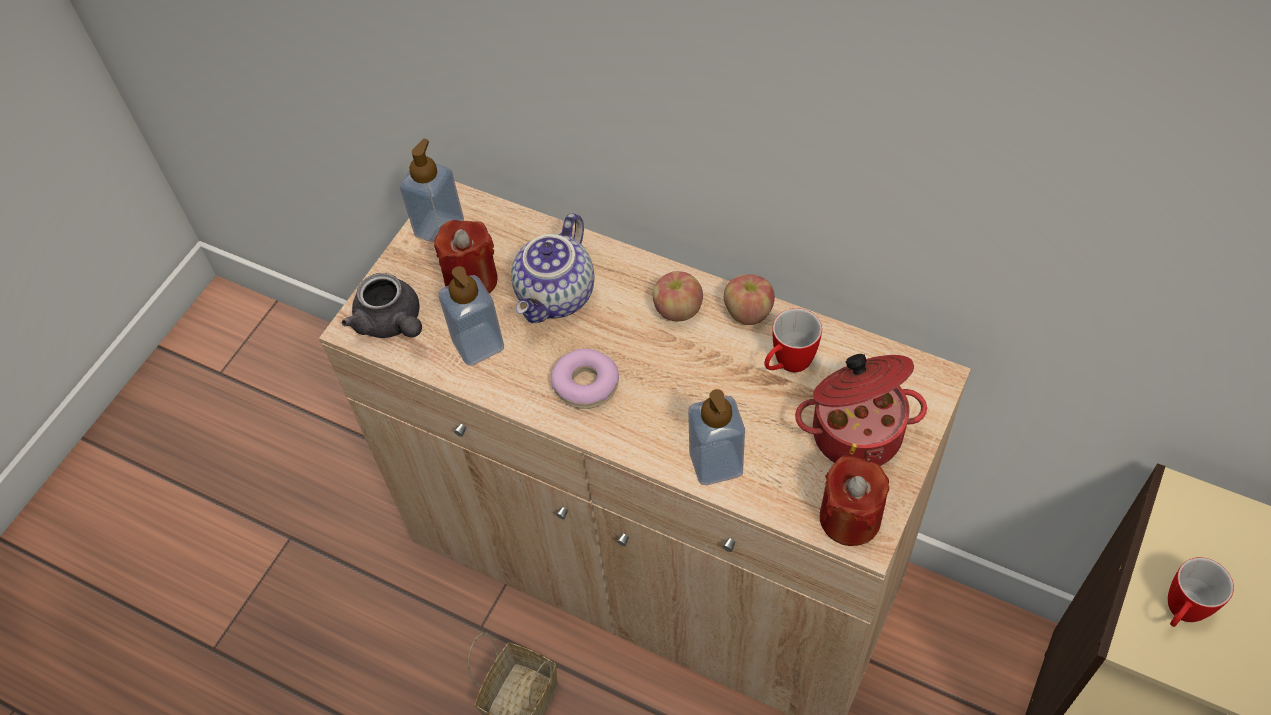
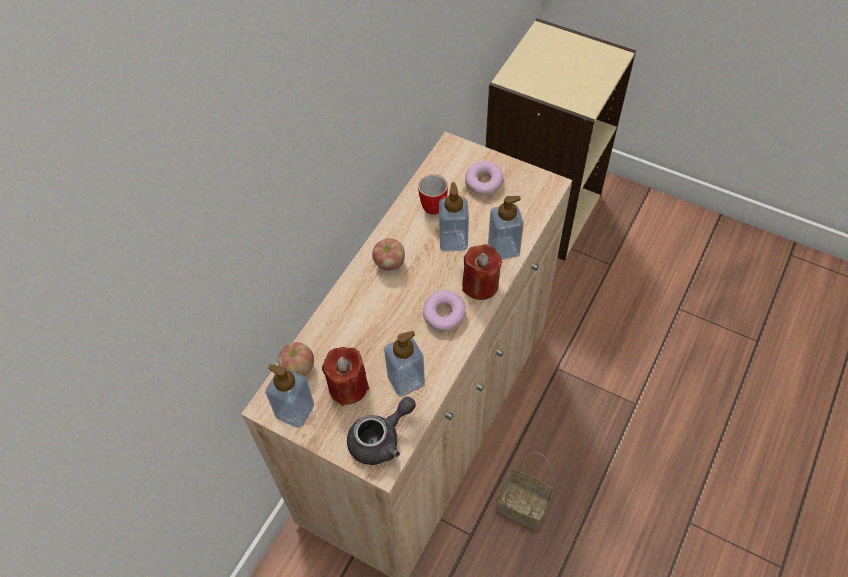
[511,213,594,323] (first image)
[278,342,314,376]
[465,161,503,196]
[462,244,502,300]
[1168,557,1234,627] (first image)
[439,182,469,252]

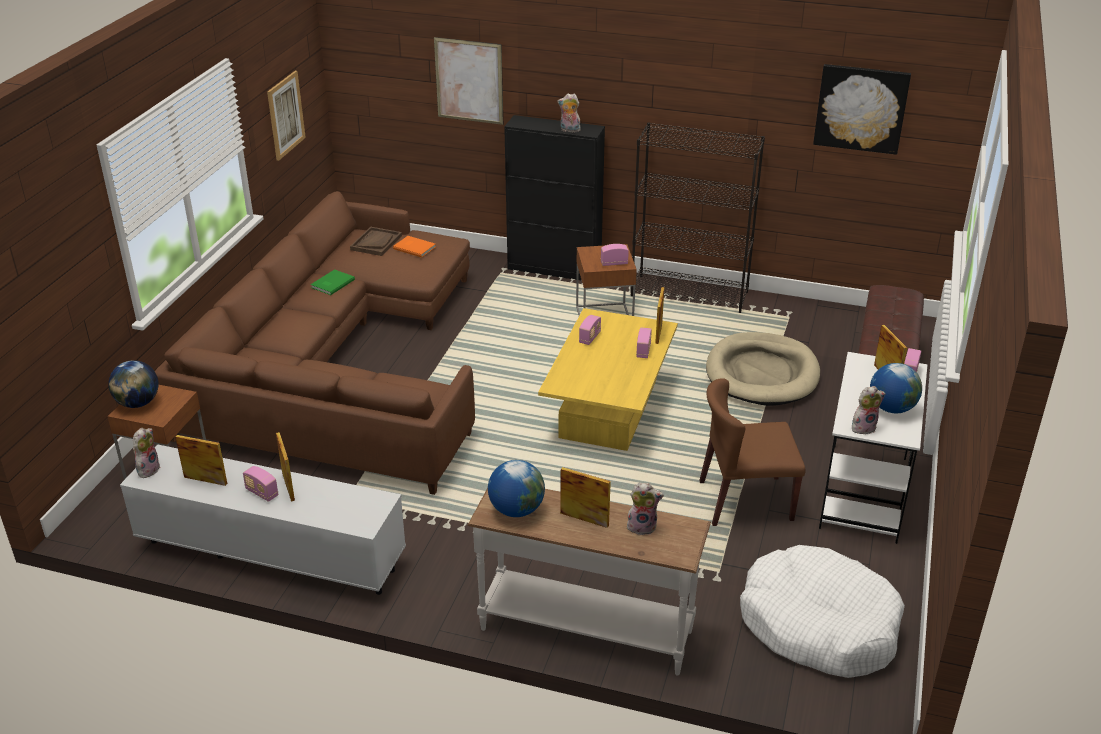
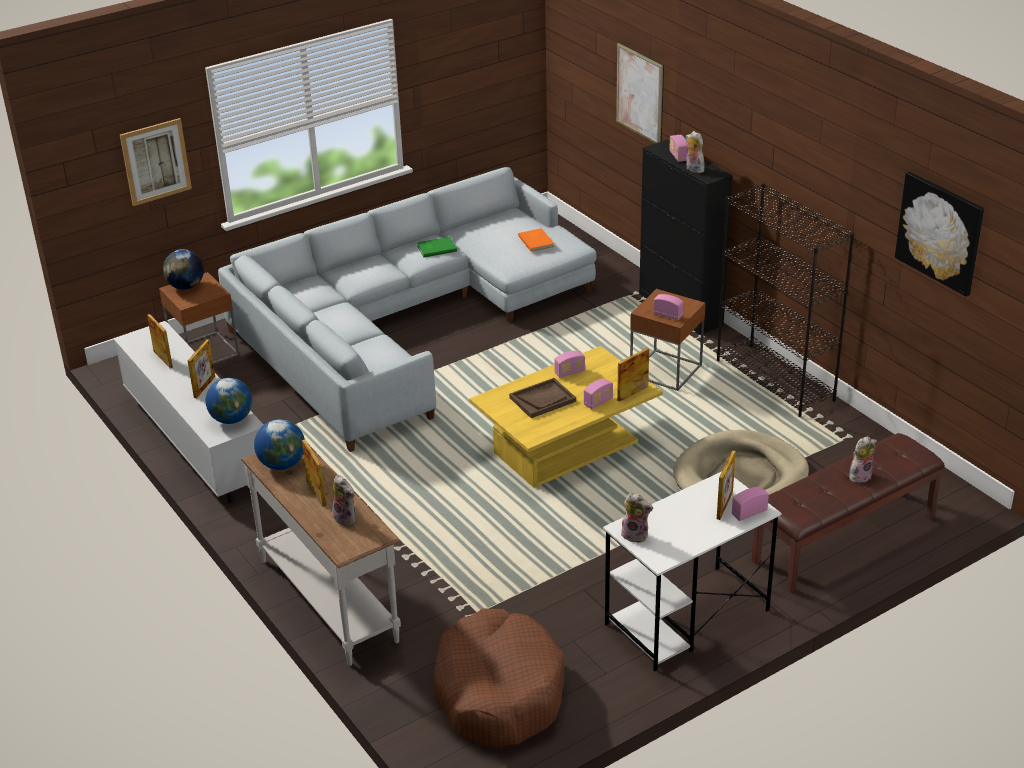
[849,436,877,483]
[218,167,596,452]
[669,135,687,162]
[120,118,192,206]
[509,378,576,418]
[699,378,806,526] (first image)
[432,608,565,748]
[206,378,252,424]

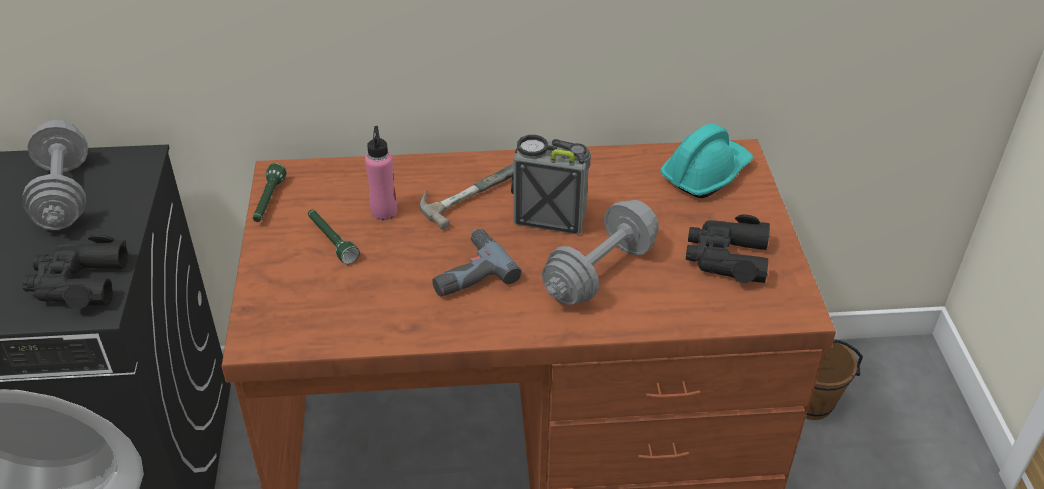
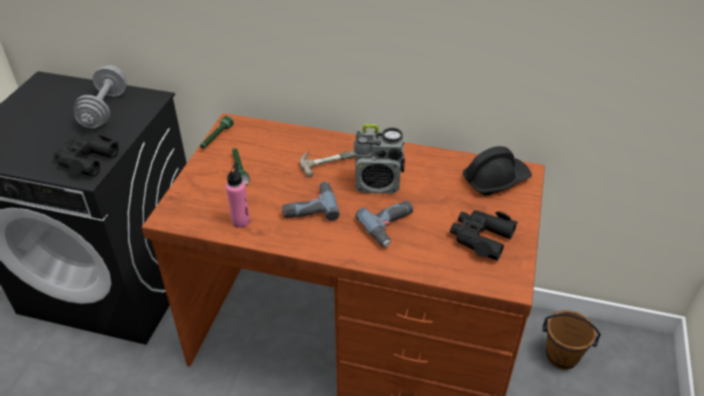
[226,163,250,228]
[354,124,405,194]
[355,201,413,247]
[463,146,532,195]

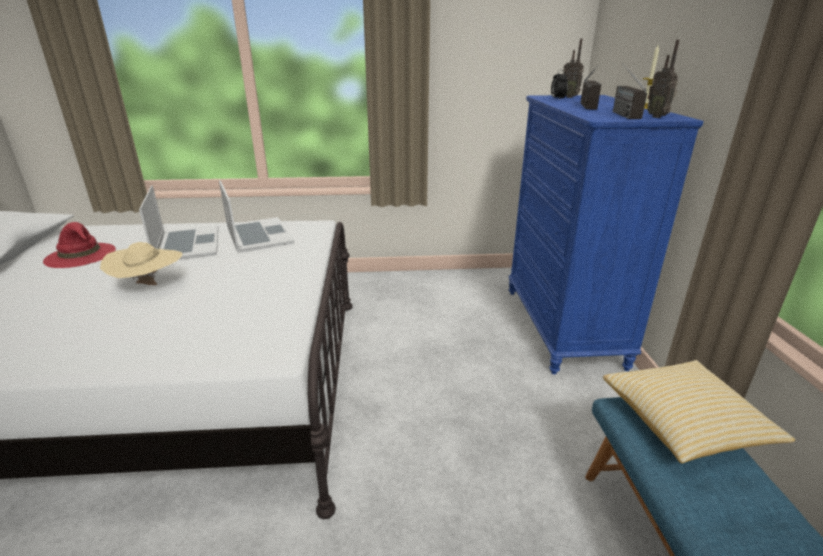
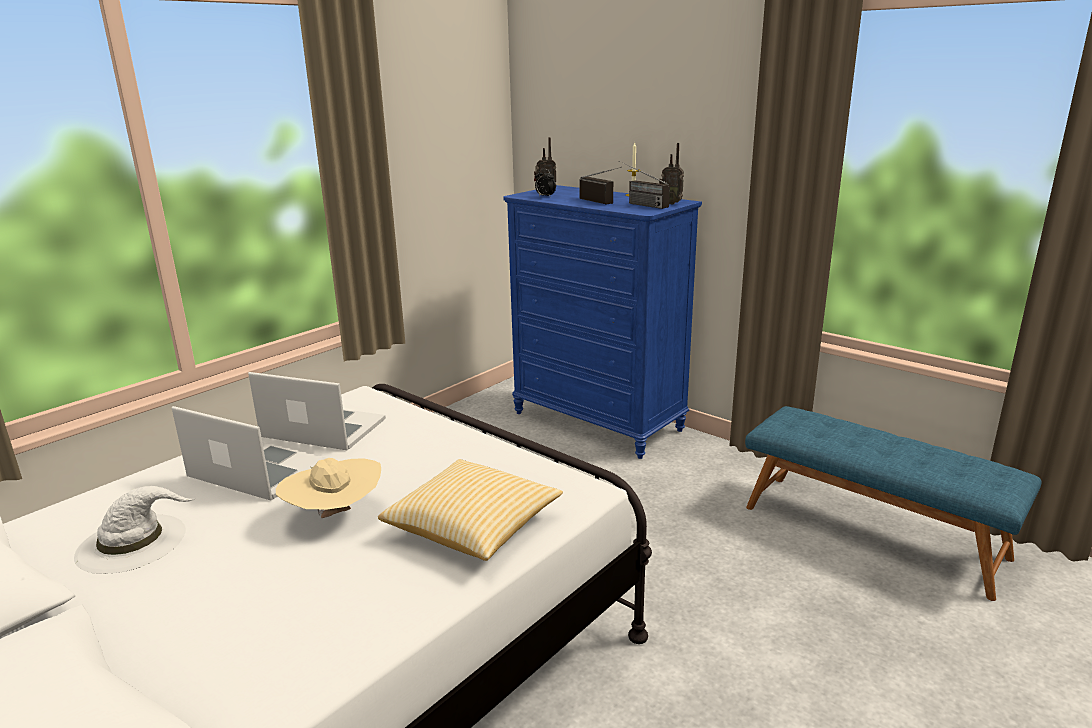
[74,486,196,574]
[378,459,563,561]

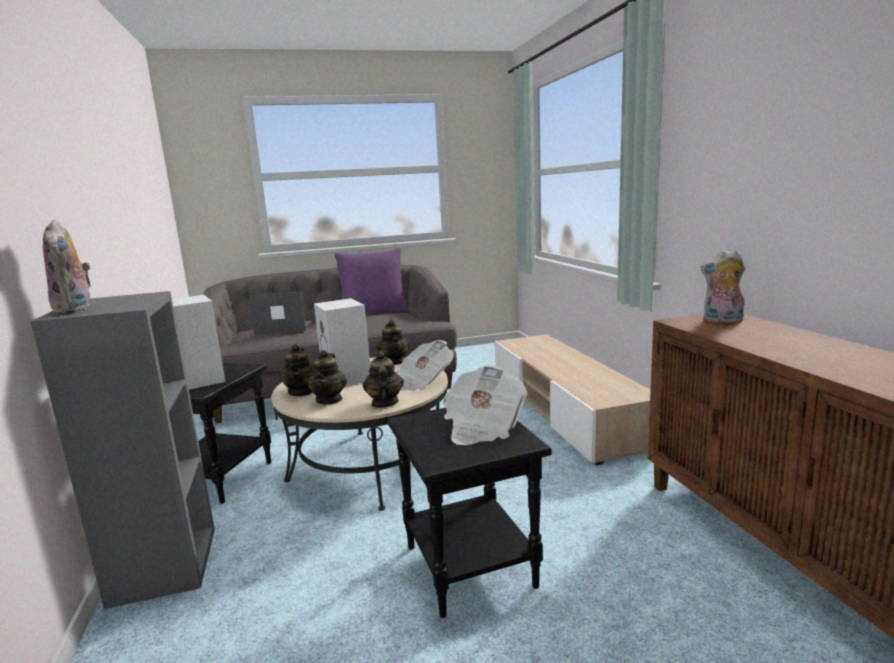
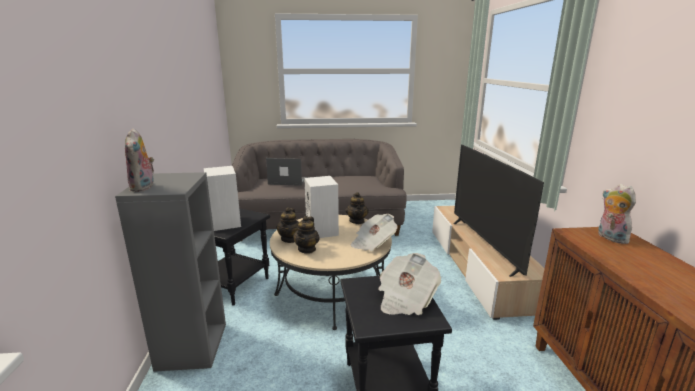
[335,248,409,314] (first image)
[363,351,404,408] (first image)
[598,184,636,244]
[453,145,544,277]

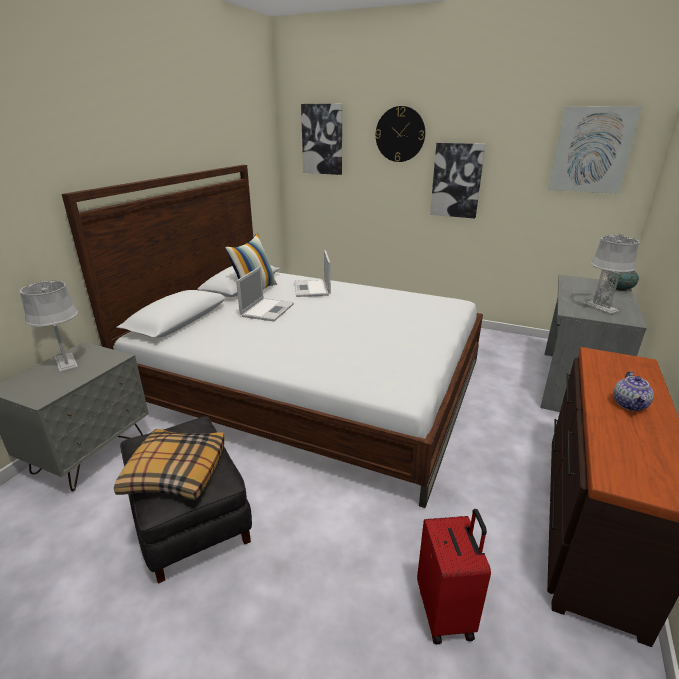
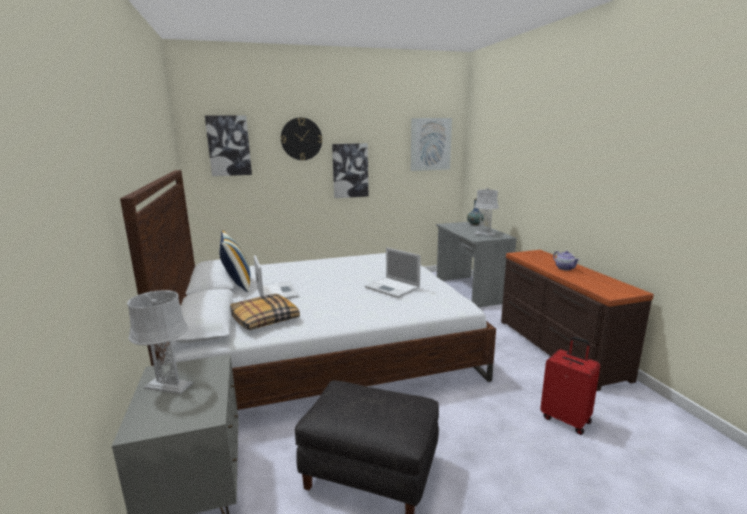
[230,294,300,330]
[365,248,421,298]

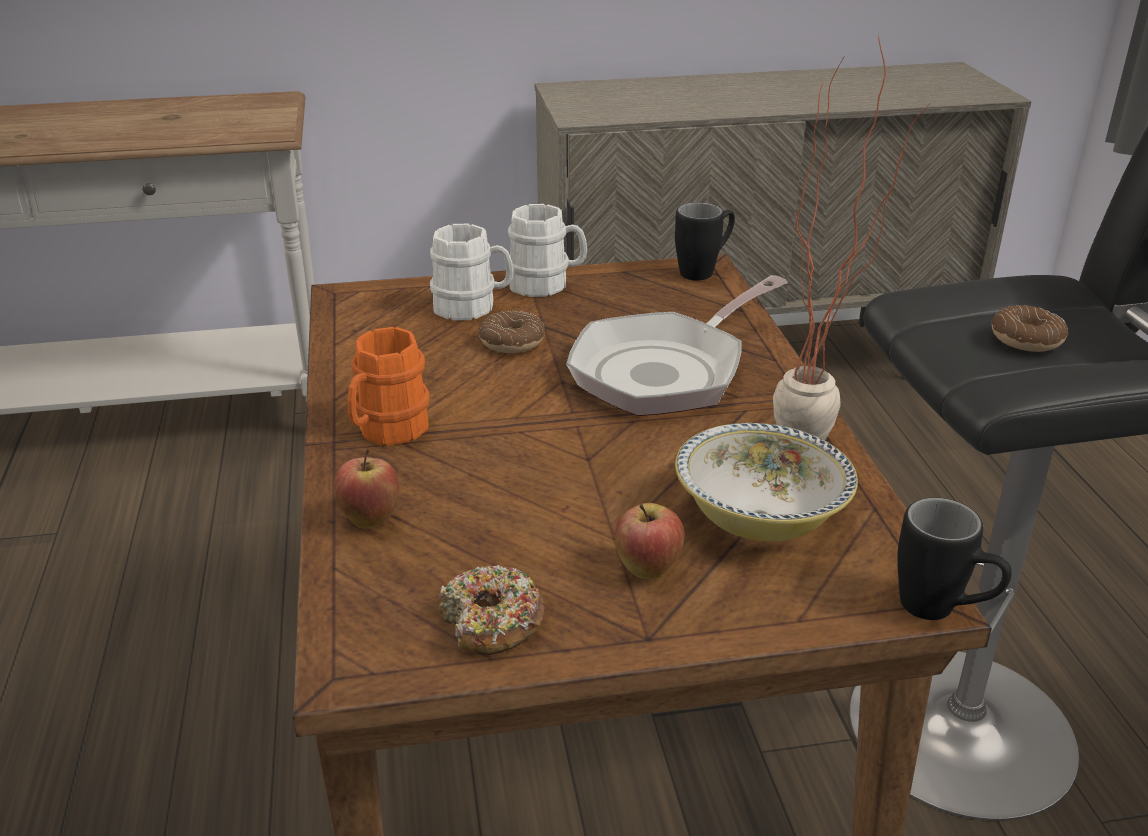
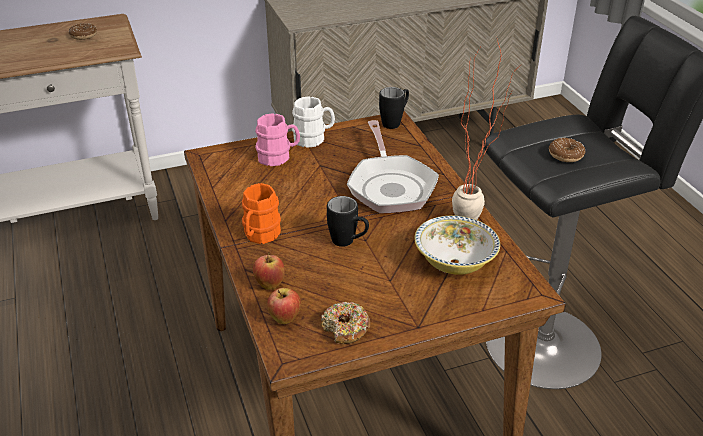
[255,113,300,166]
[69,23,97,40]
[347,120,439,213]
[267,287,301,324]
[327,196,369,247]

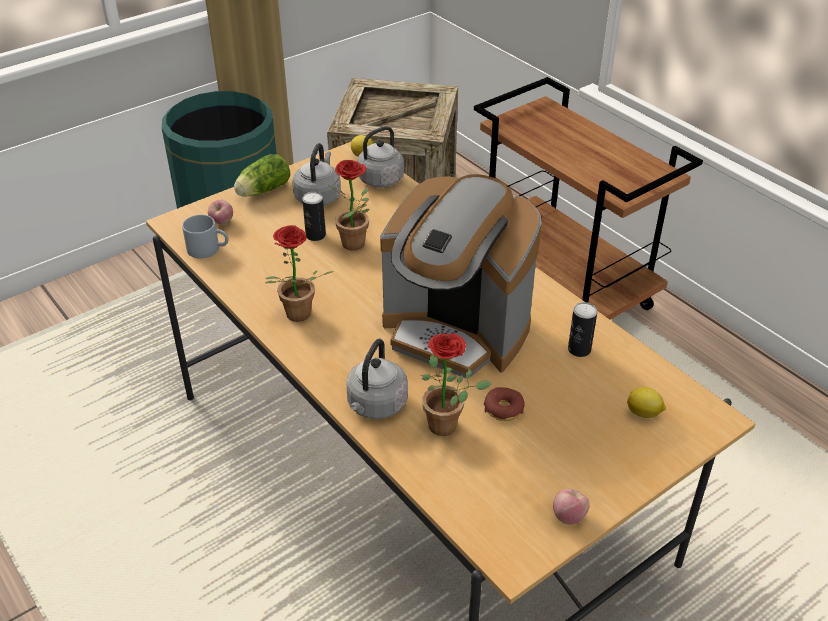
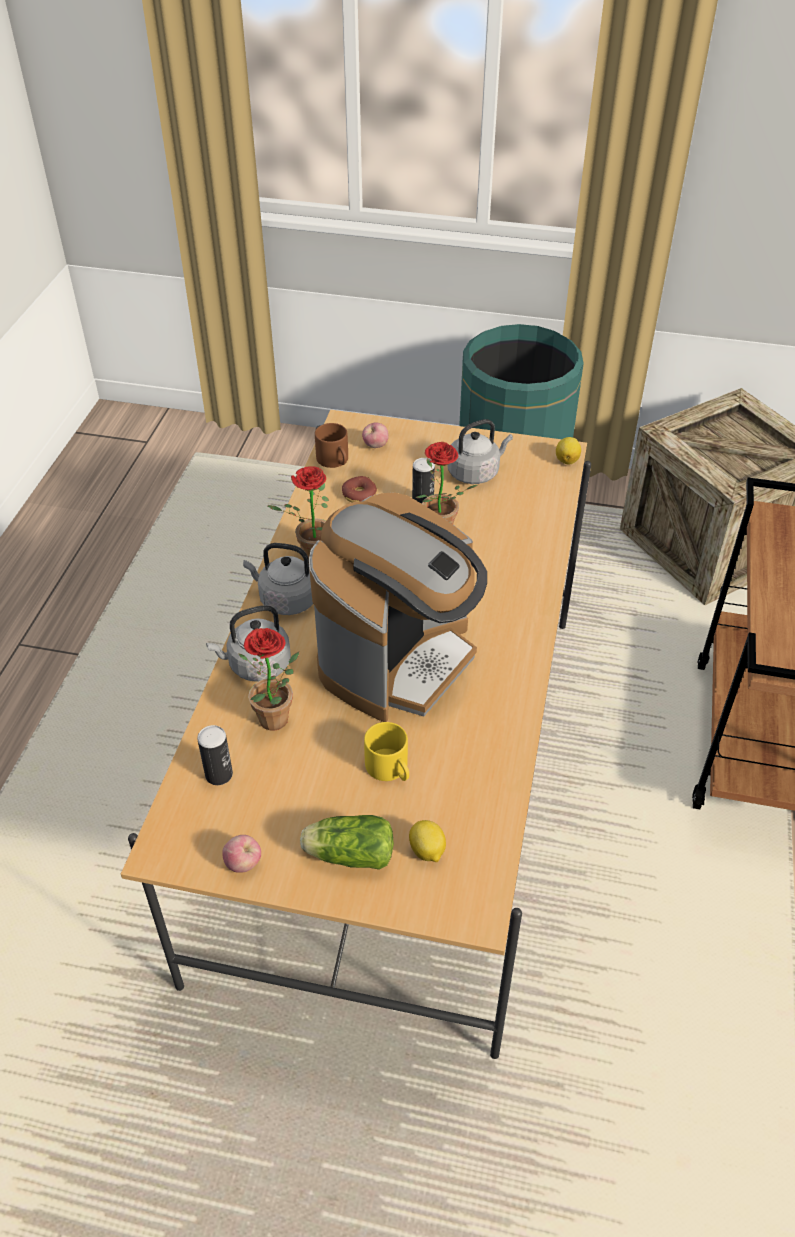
[315,423,348,468]
[300,815,394,870]
[243,543,313,615]
[309,492,487,722]
[342,476,377,503]
[197,725,233,785]
[364,722,409,781]

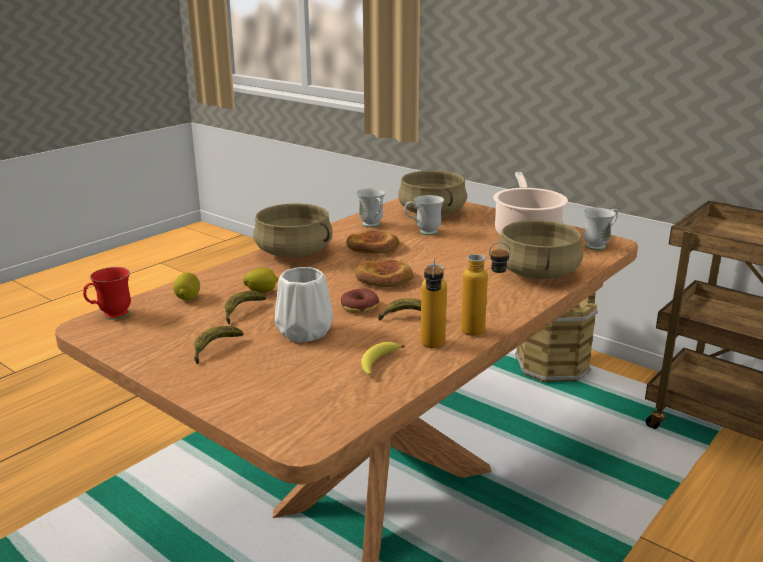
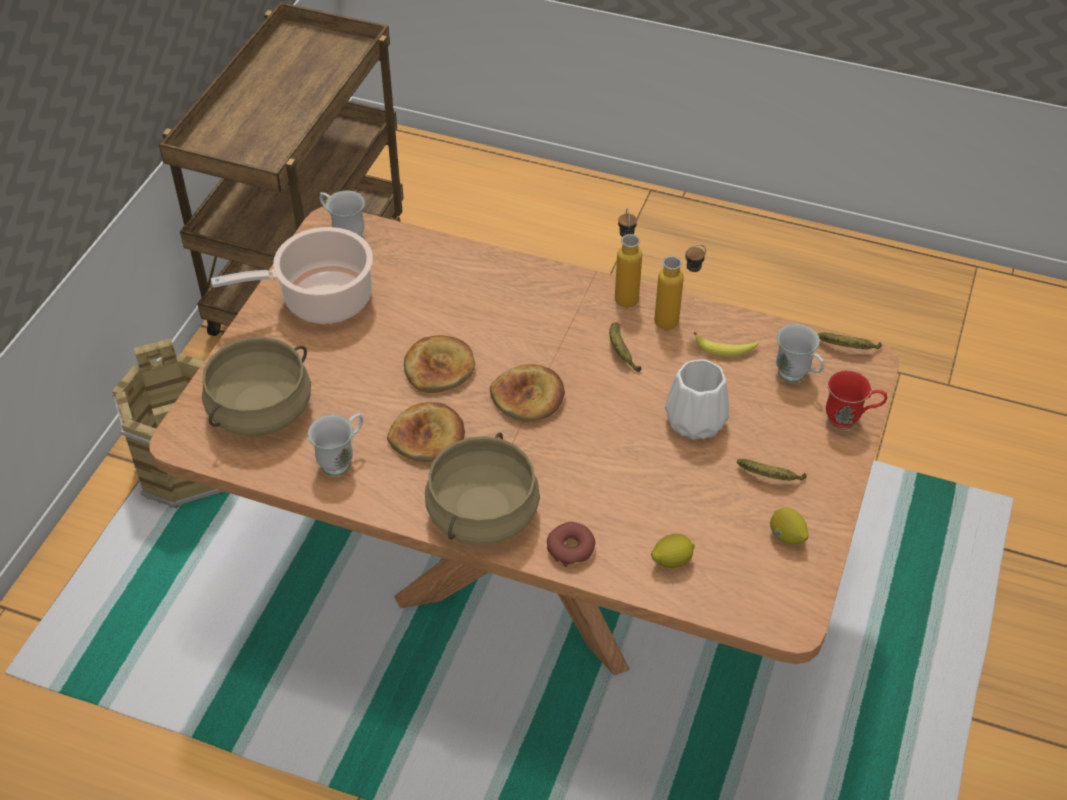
[826,370,887,430]
[818,333,882,349]
[770,508,809,544]
[547,522,595,567]
[776,324,824,382]
[497,220,583,279] (first image)
[404,335,475,393]

